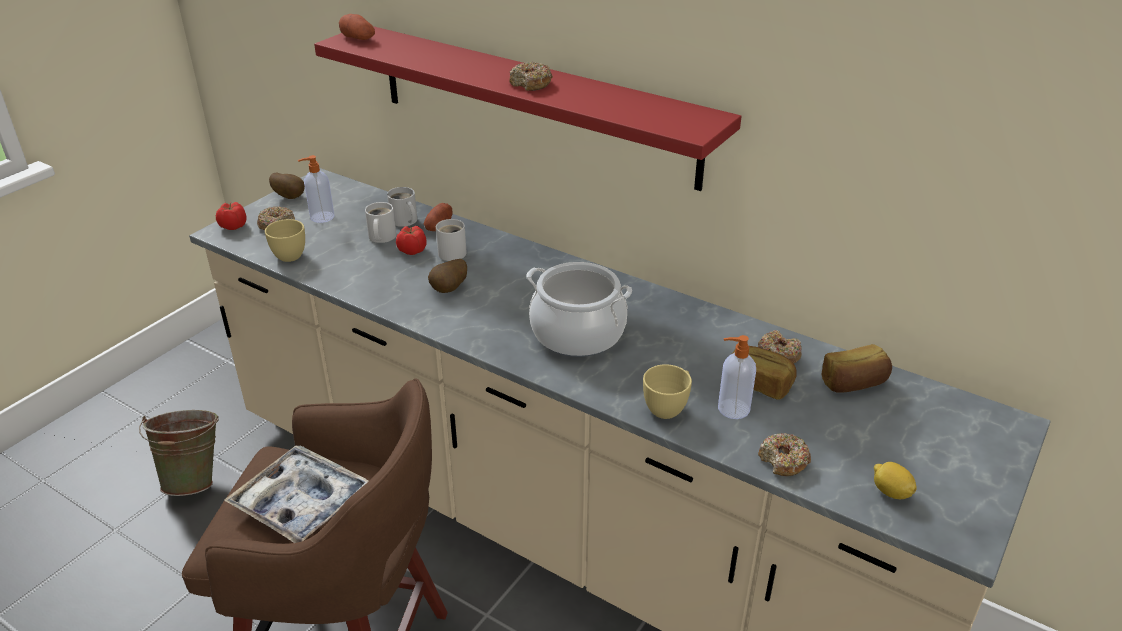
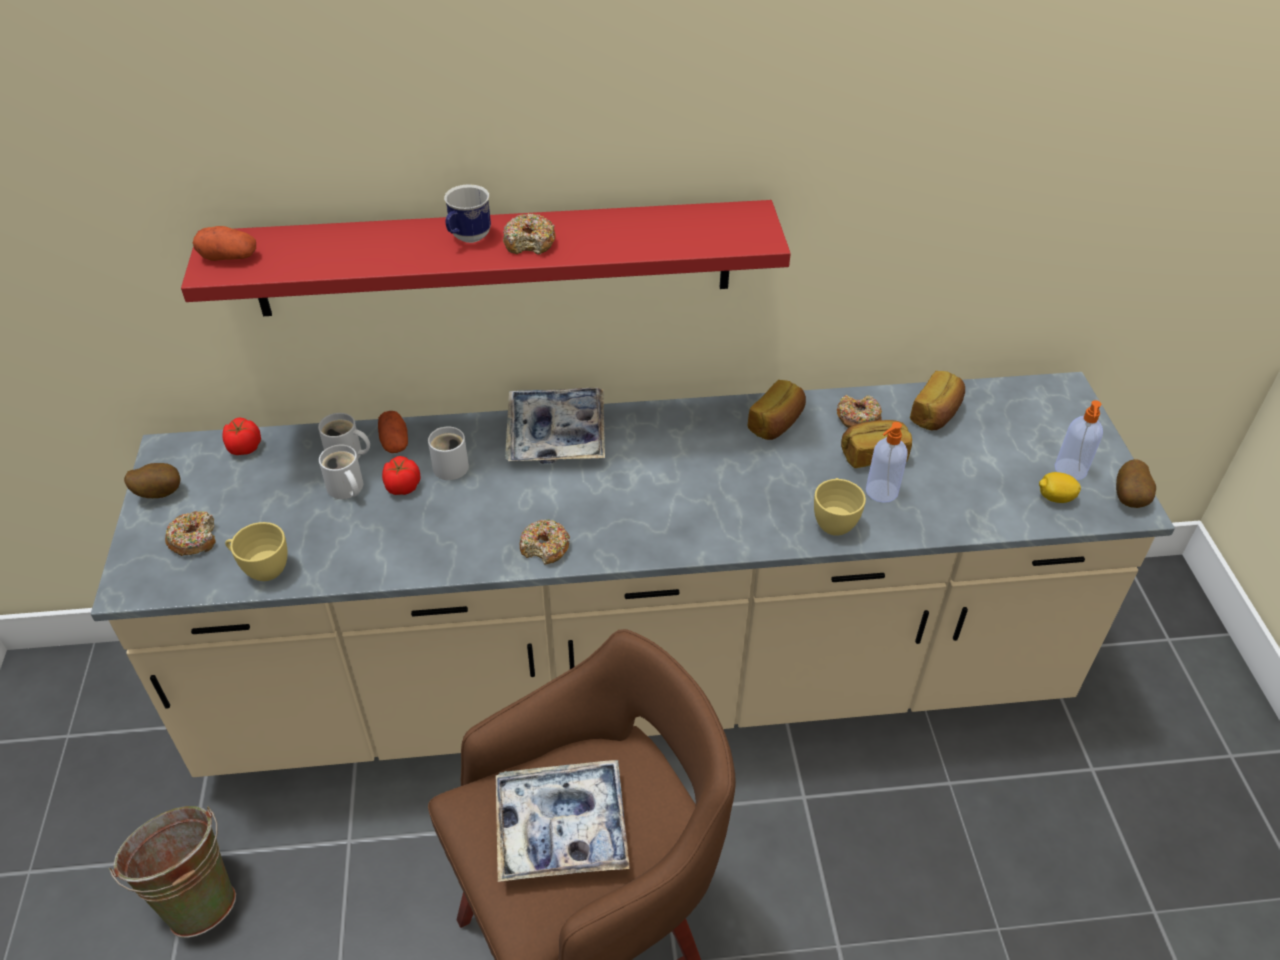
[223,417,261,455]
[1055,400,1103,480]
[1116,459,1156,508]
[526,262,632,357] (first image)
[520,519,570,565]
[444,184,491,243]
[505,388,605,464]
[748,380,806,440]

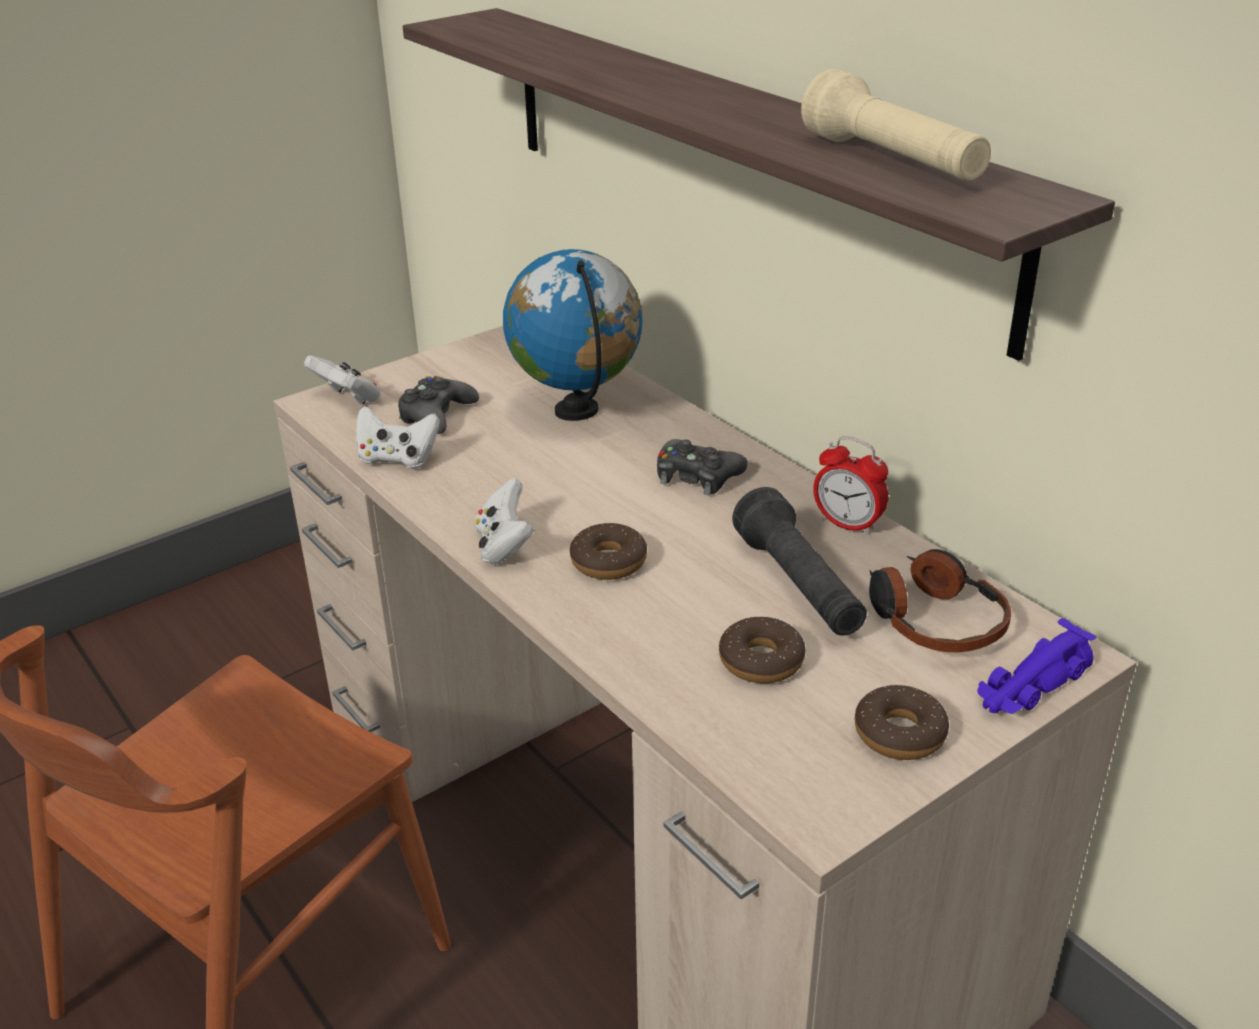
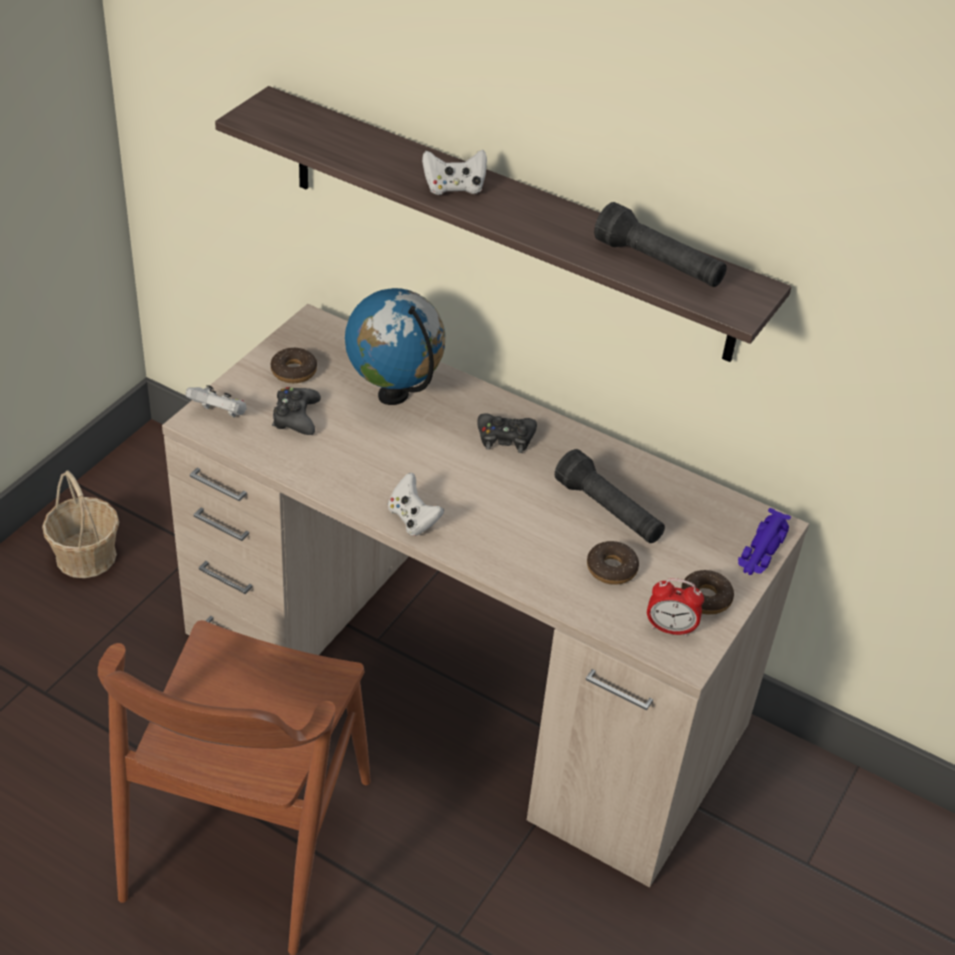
[422,150,487,195]
[271,348,317,383]
[594,202,727,287]
[647,578,704,637]
[869,549,1011,652] (first image)
[42,471,119,578]

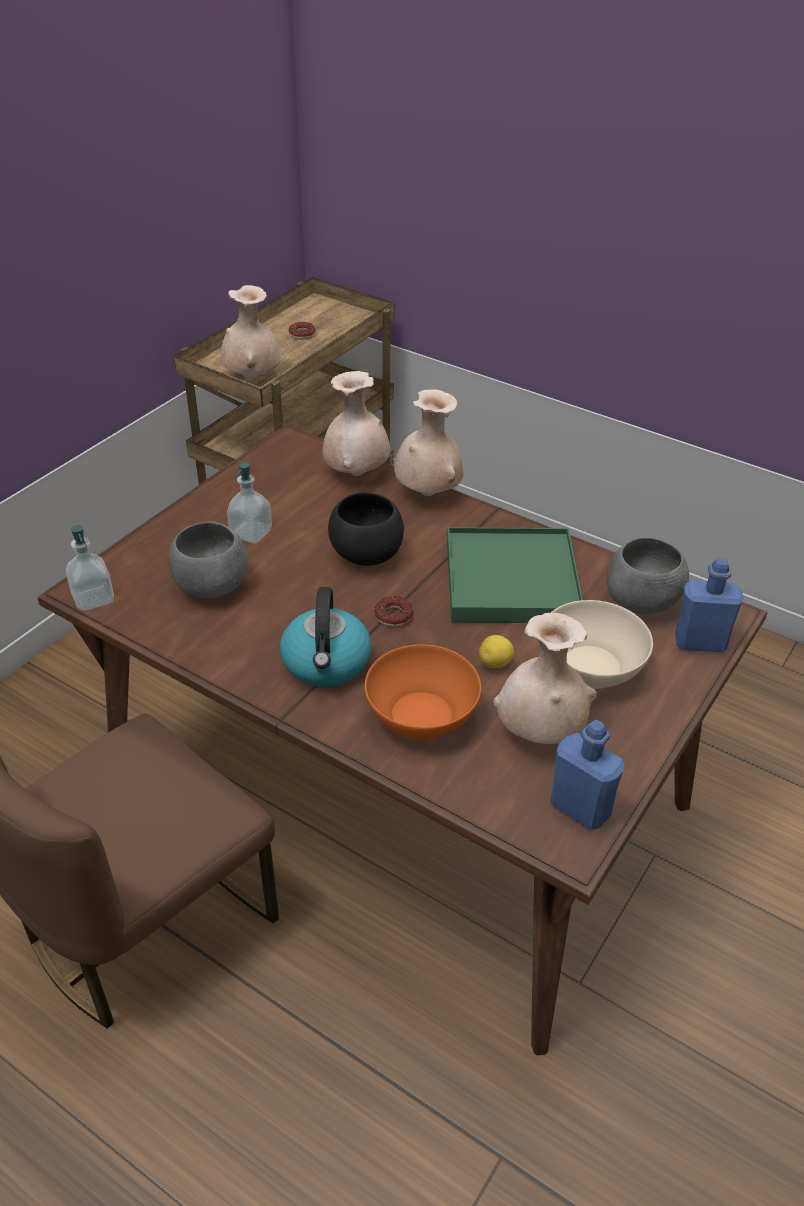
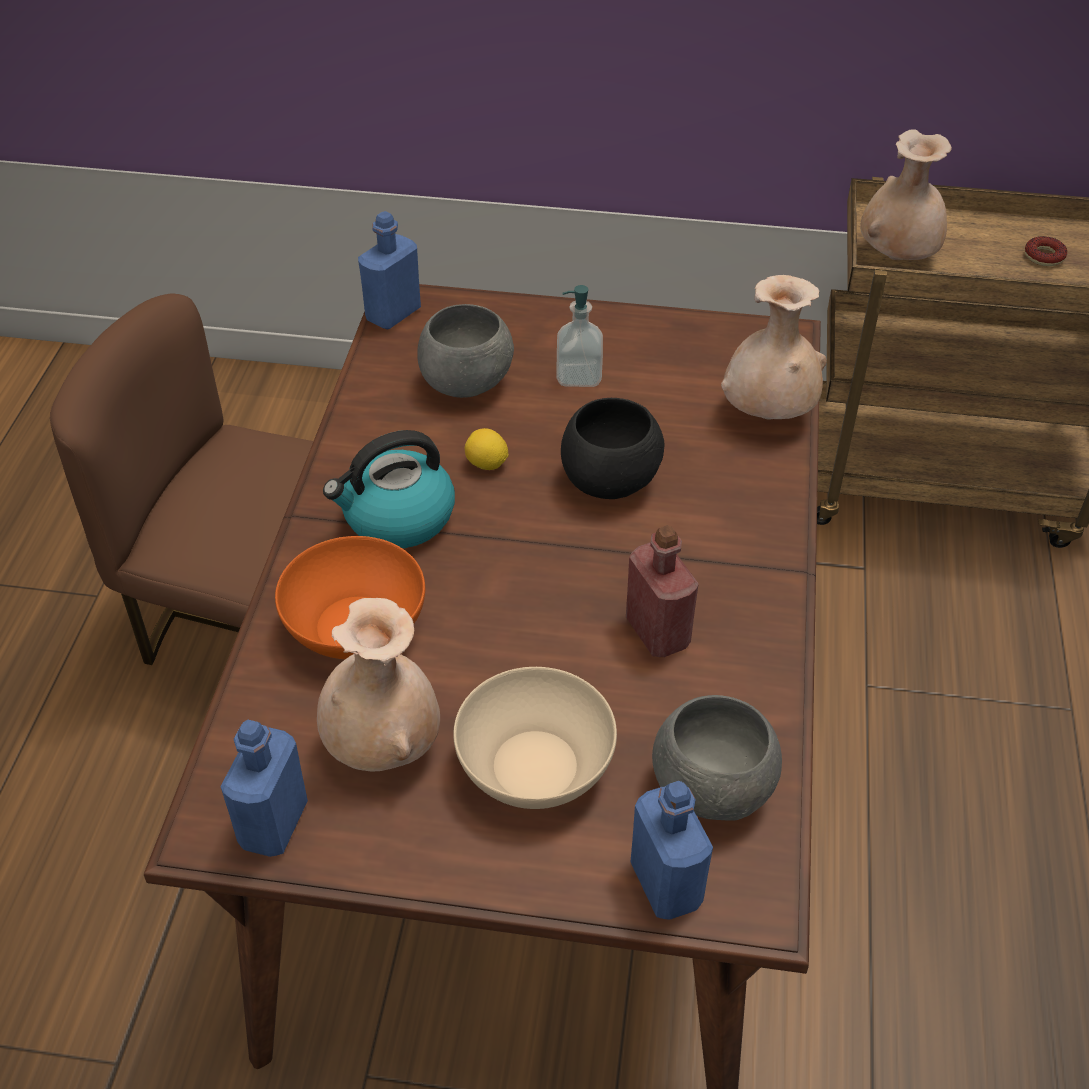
[358,211,421,329]
[374,596,413,627] (first image)
[394,389,463,496] (first image)
[626,525,699,657]
[465,428,509,470]

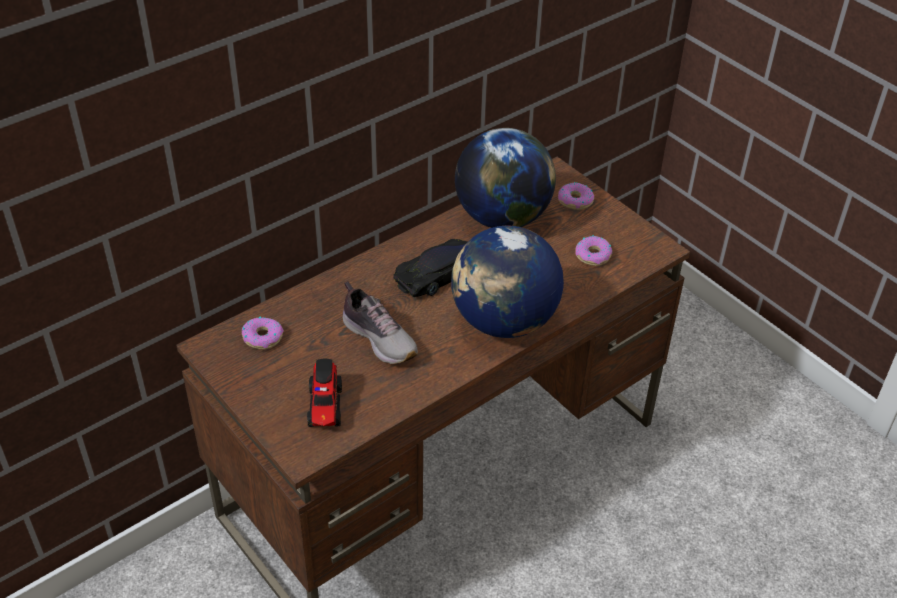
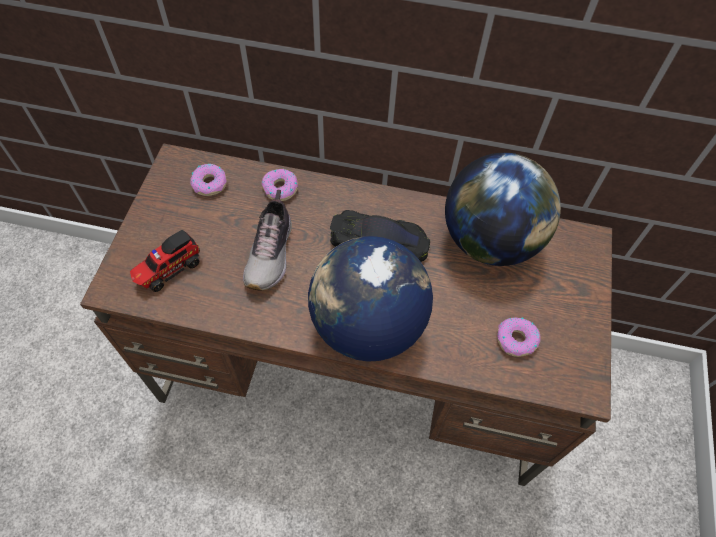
[261,169,298,201]

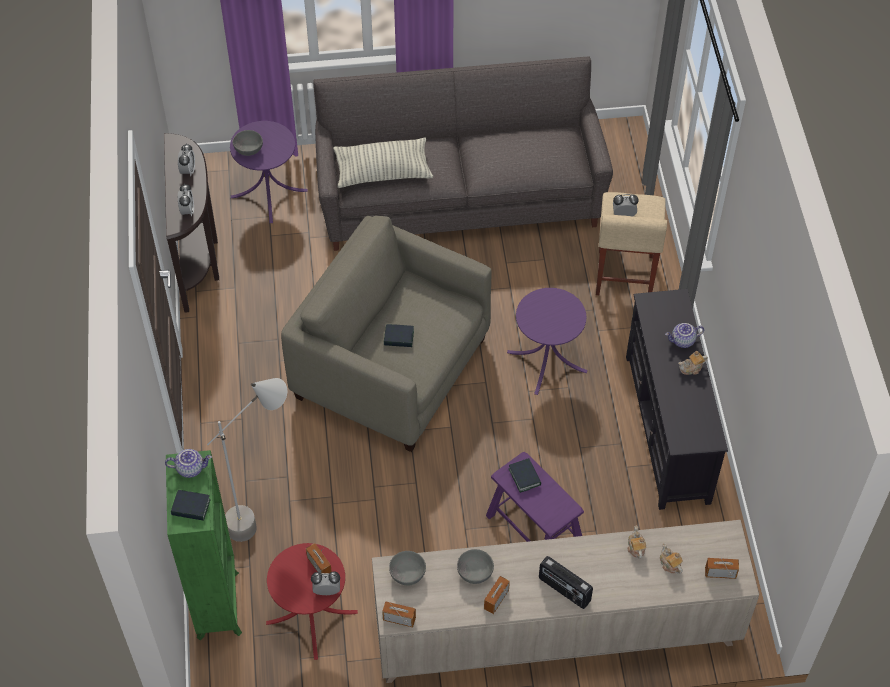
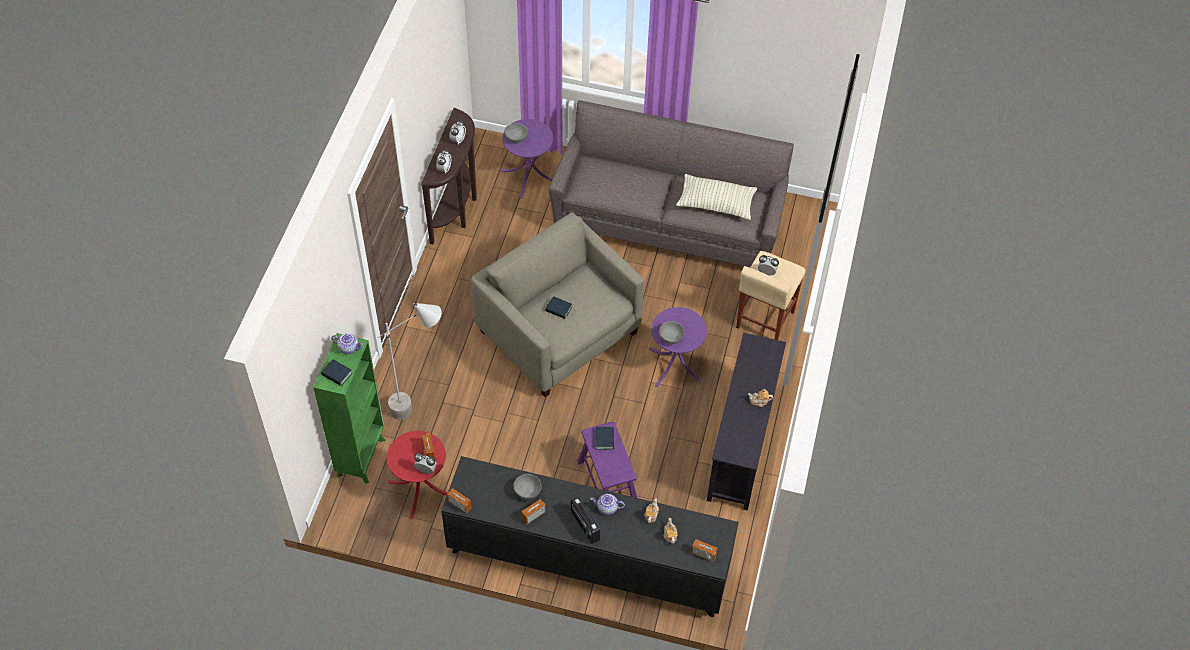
[676,174,757,220]
[442,456,739,617]
[659,321,685,344]
[590,494,625,515]

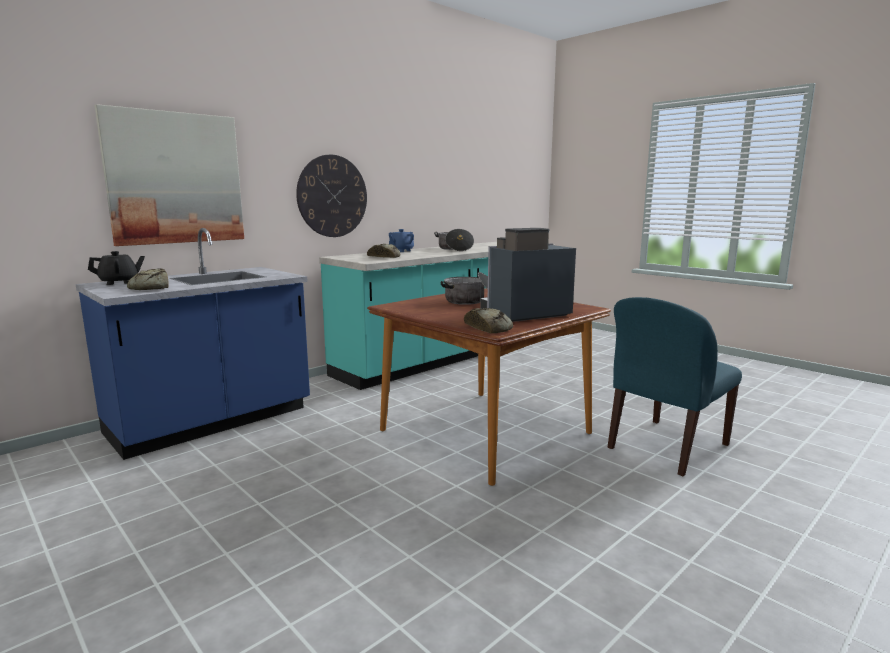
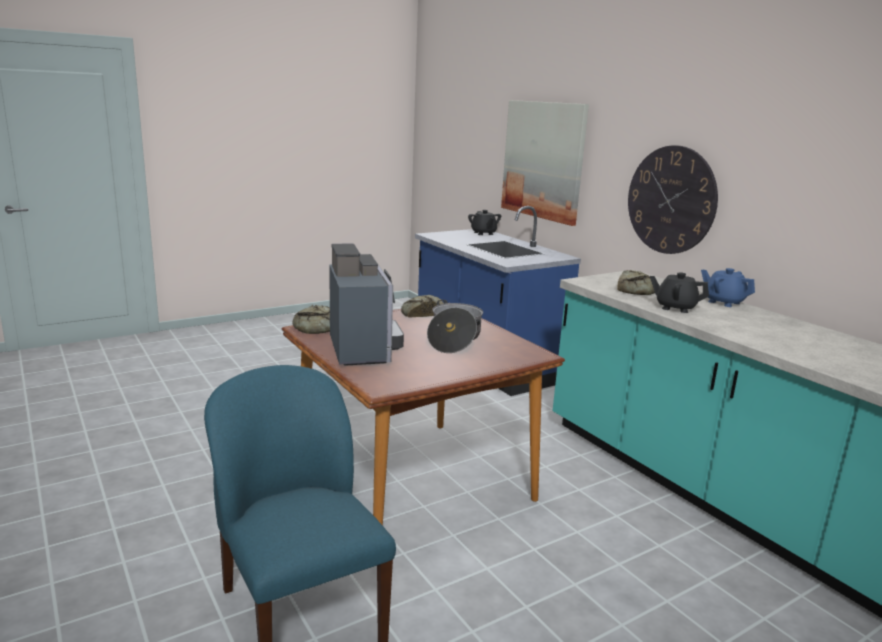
[401,295,445,318]
[434,229,474,251] (first image)
[650,272,709,313]

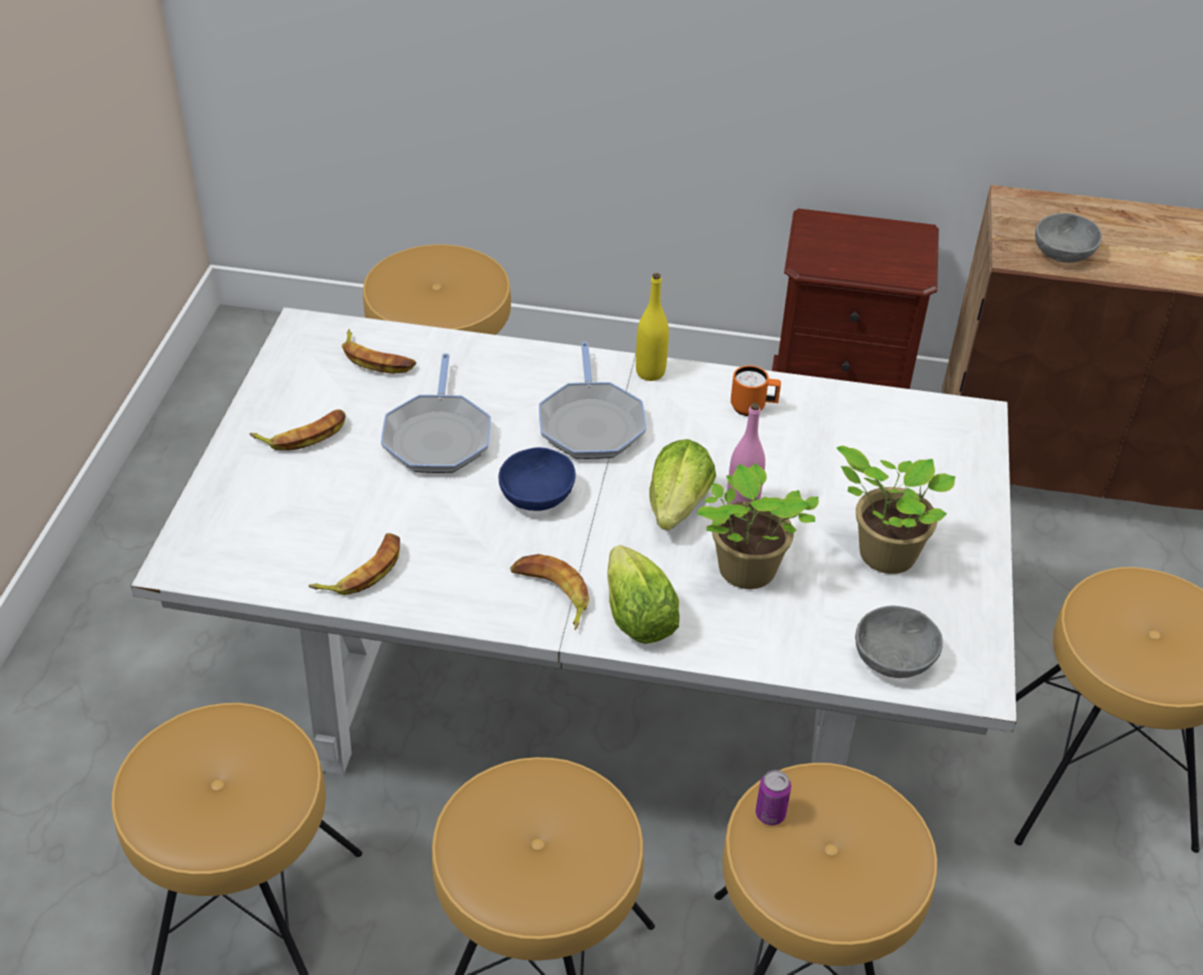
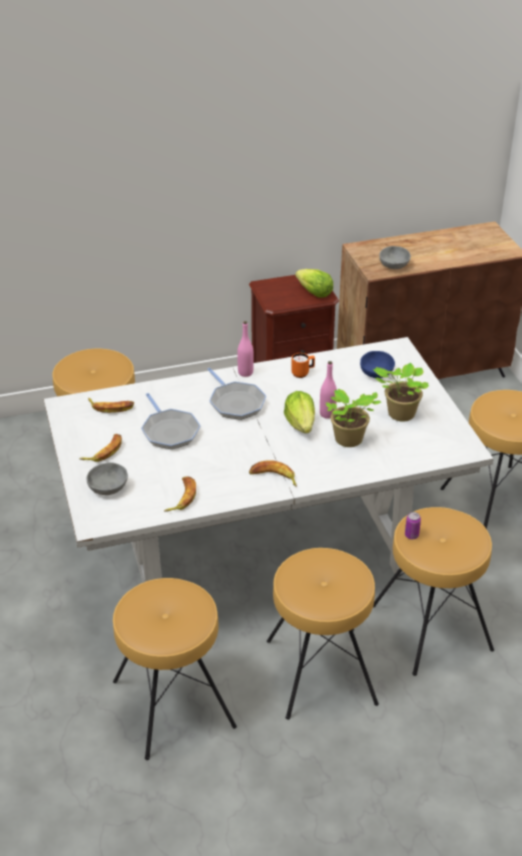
[360,351,395,378]
[295,269,333,298]
[237,321,254,377]
[87,462,128,495]

